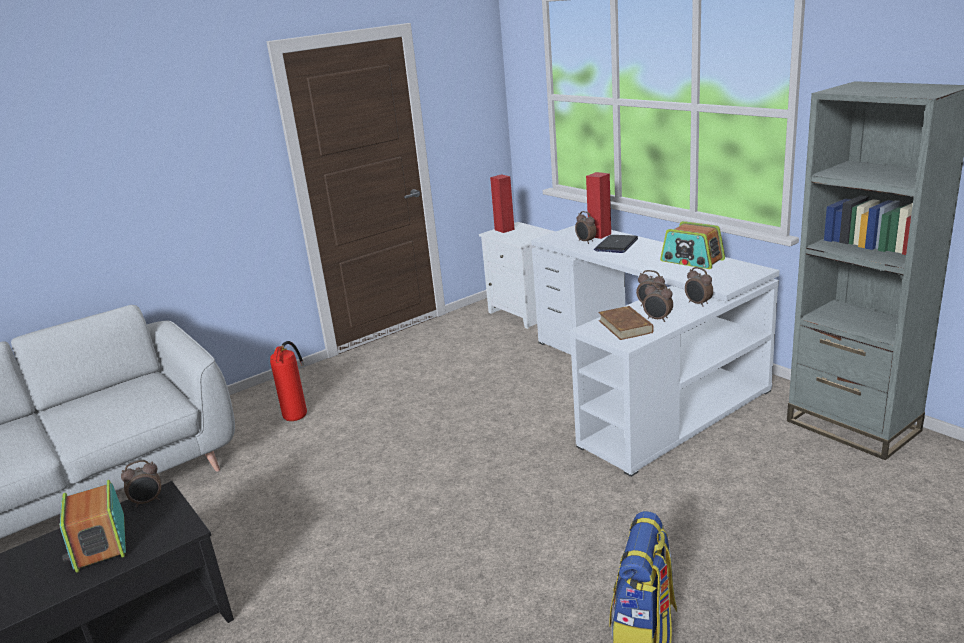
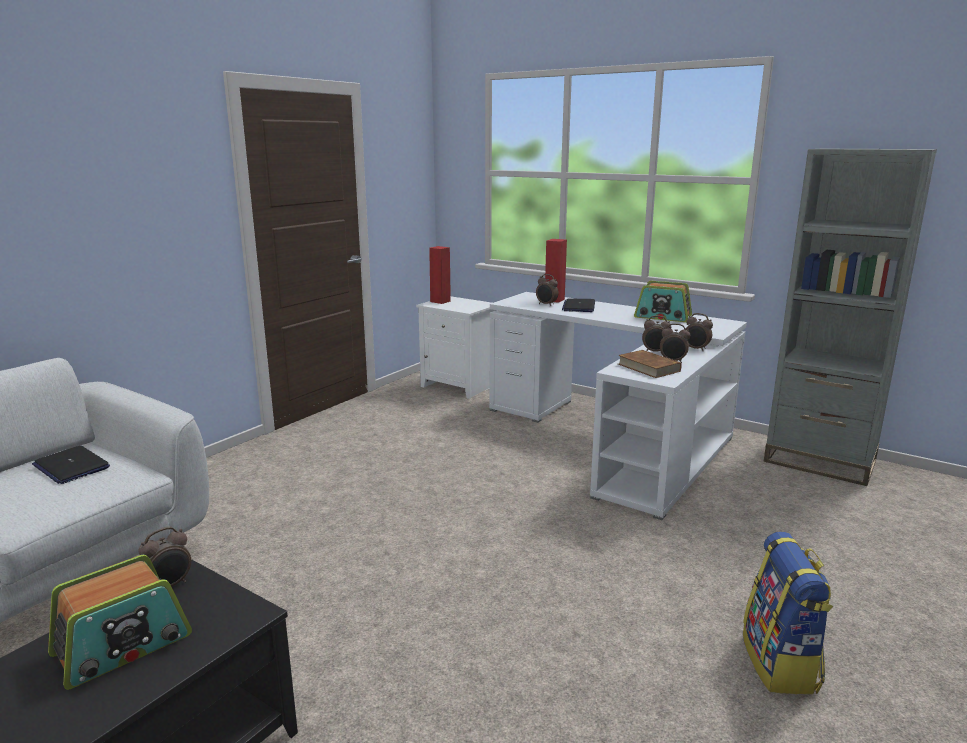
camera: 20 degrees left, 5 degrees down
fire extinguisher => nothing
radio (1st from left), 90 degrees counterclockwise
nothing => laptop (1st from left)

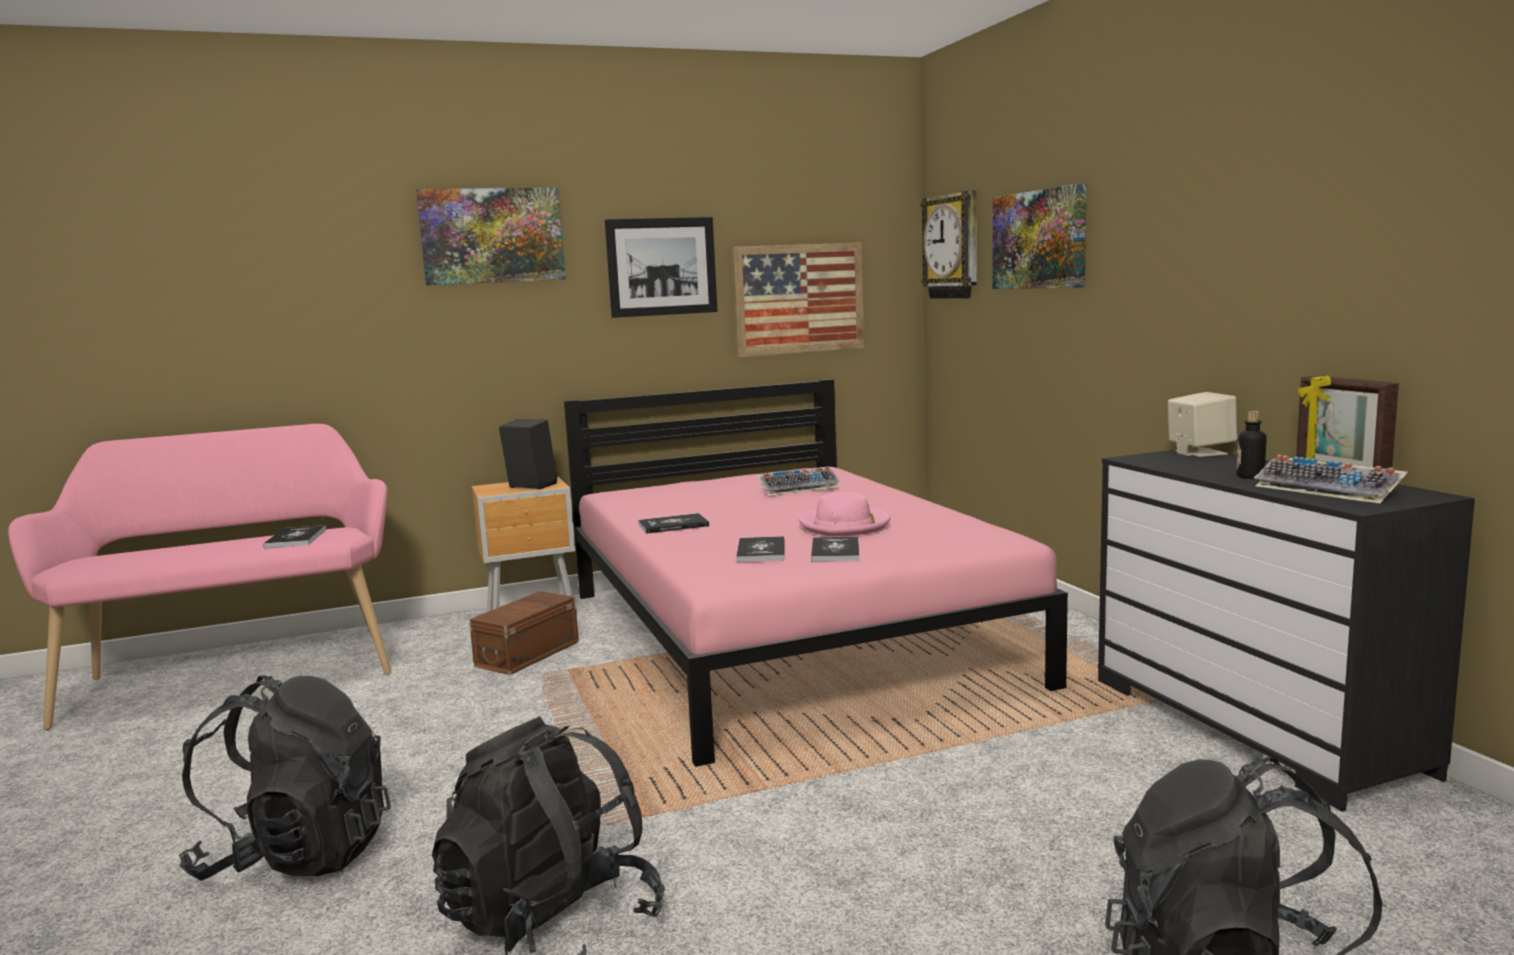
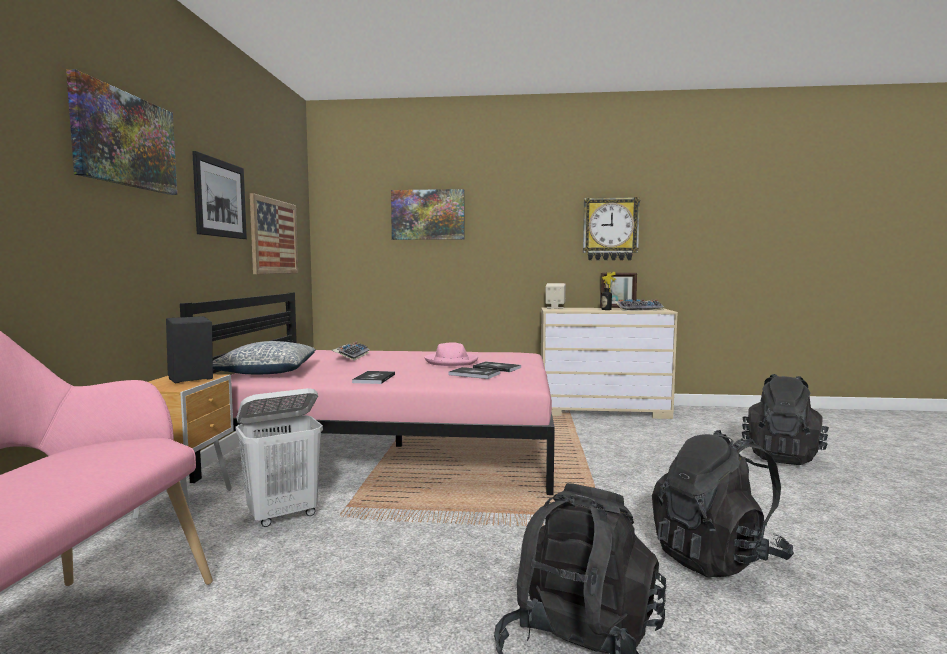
camera: 65 degrees left, 5 degrees down
wall clock, moved
black dresser => beige dresser
book (1st from left) => nothing
brown storage box => white laundry basket
nothing => pillow

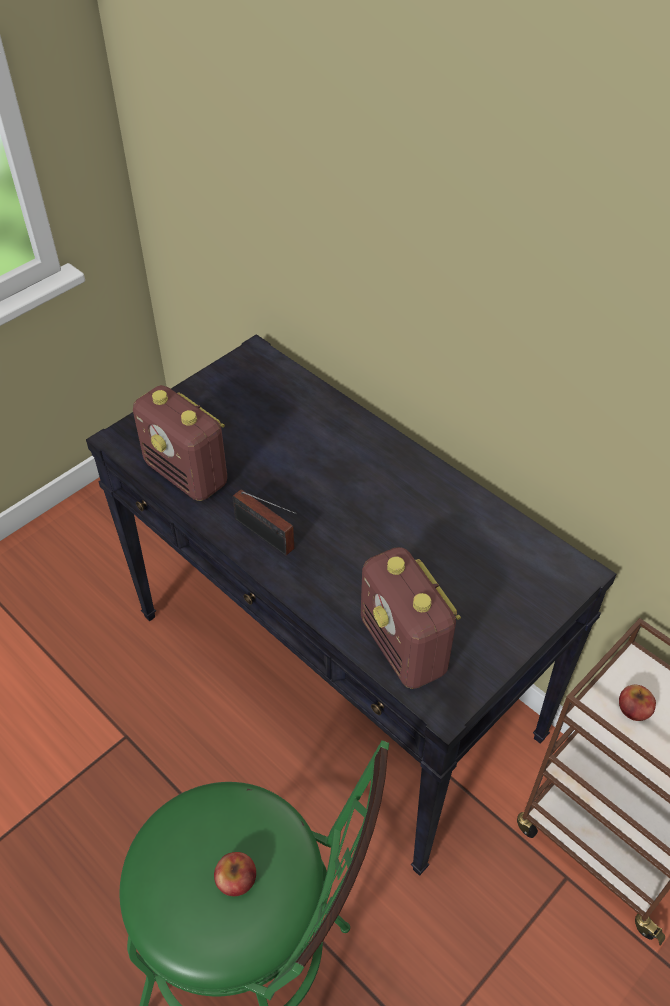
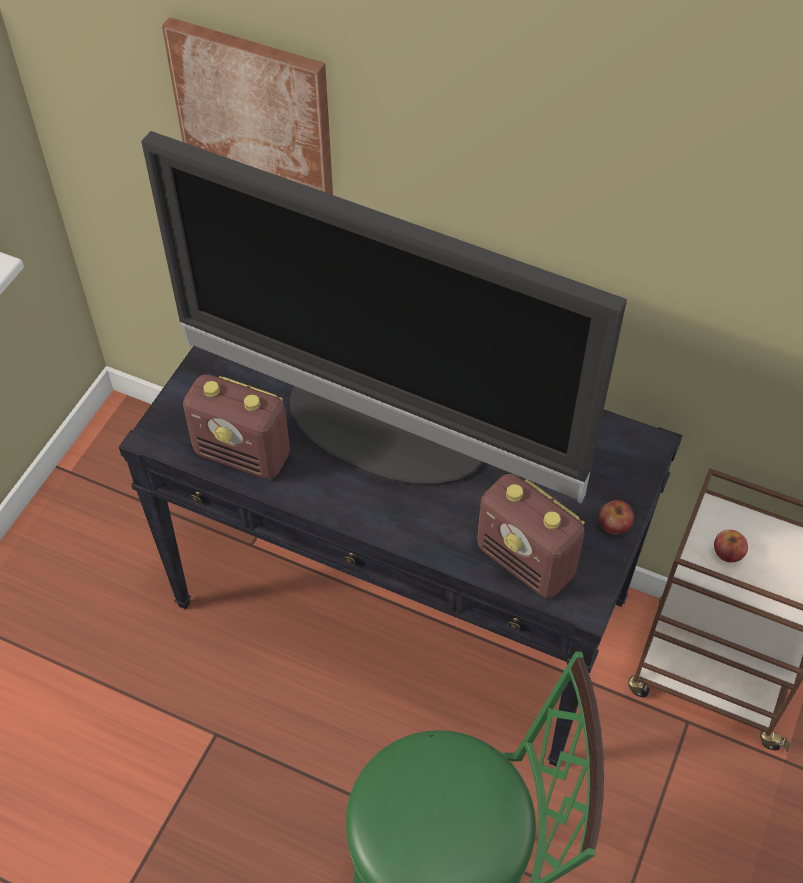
camera: 20 degrees left, 5 degrees up
radio (2nd from left) => nothing
apple (1st from left), moved
nothing => picture
nothing => television

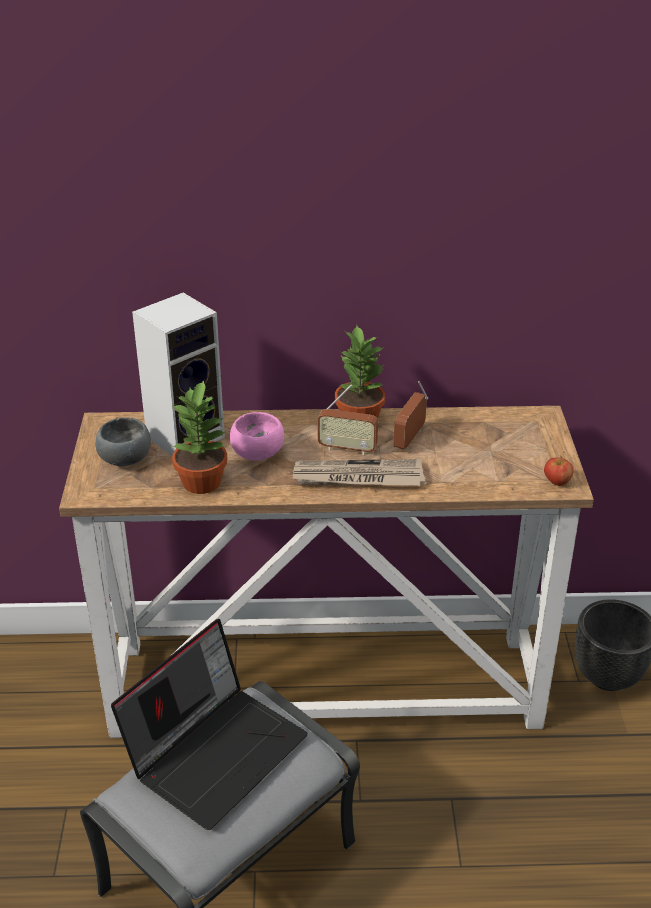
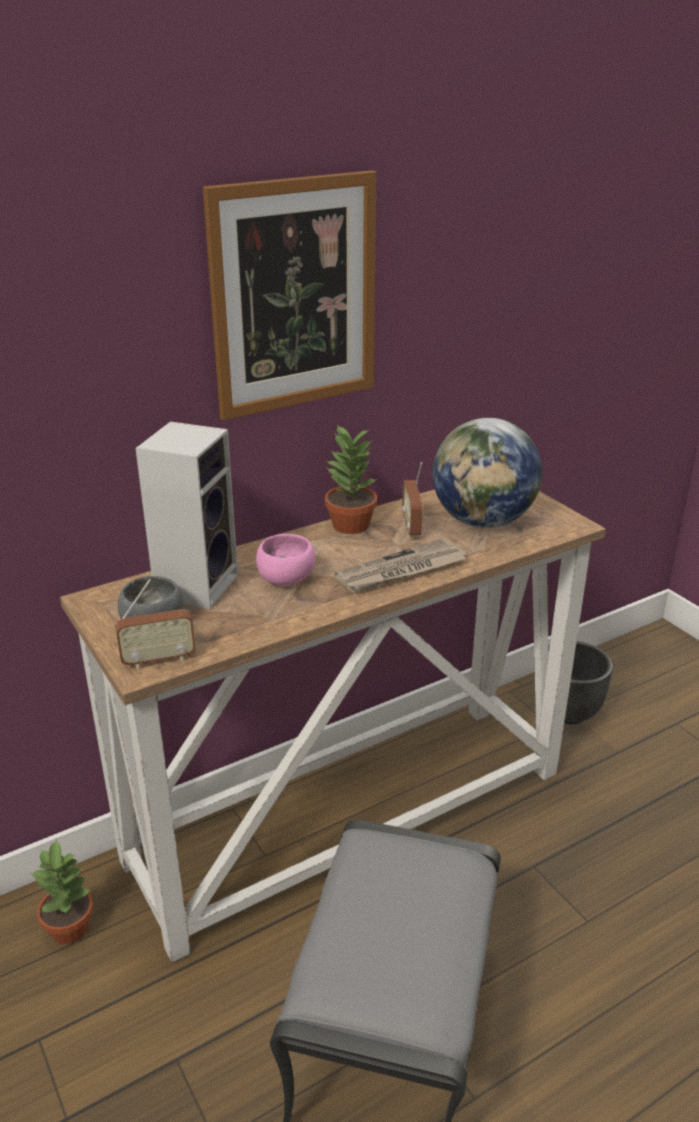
camera: 30 degrees left, 5 degrees down
potted plant (1st from left), moved
radio (1st from left), moved
apple => nothing
laptop => nothing
nothing => picture
nothing => globe

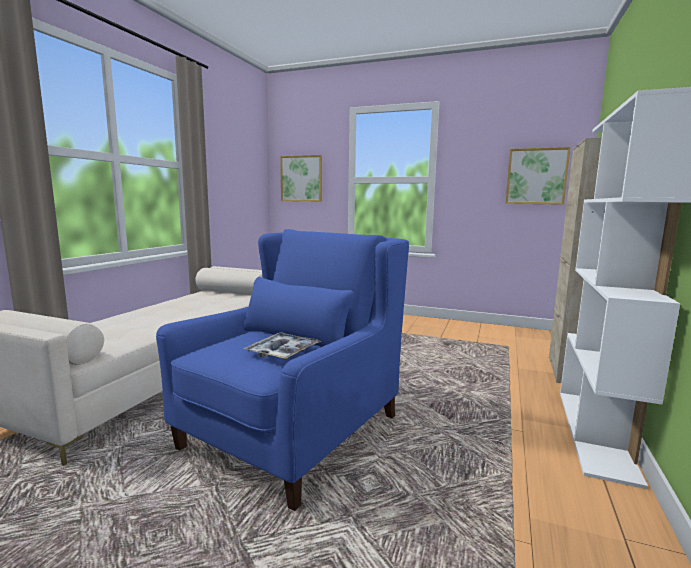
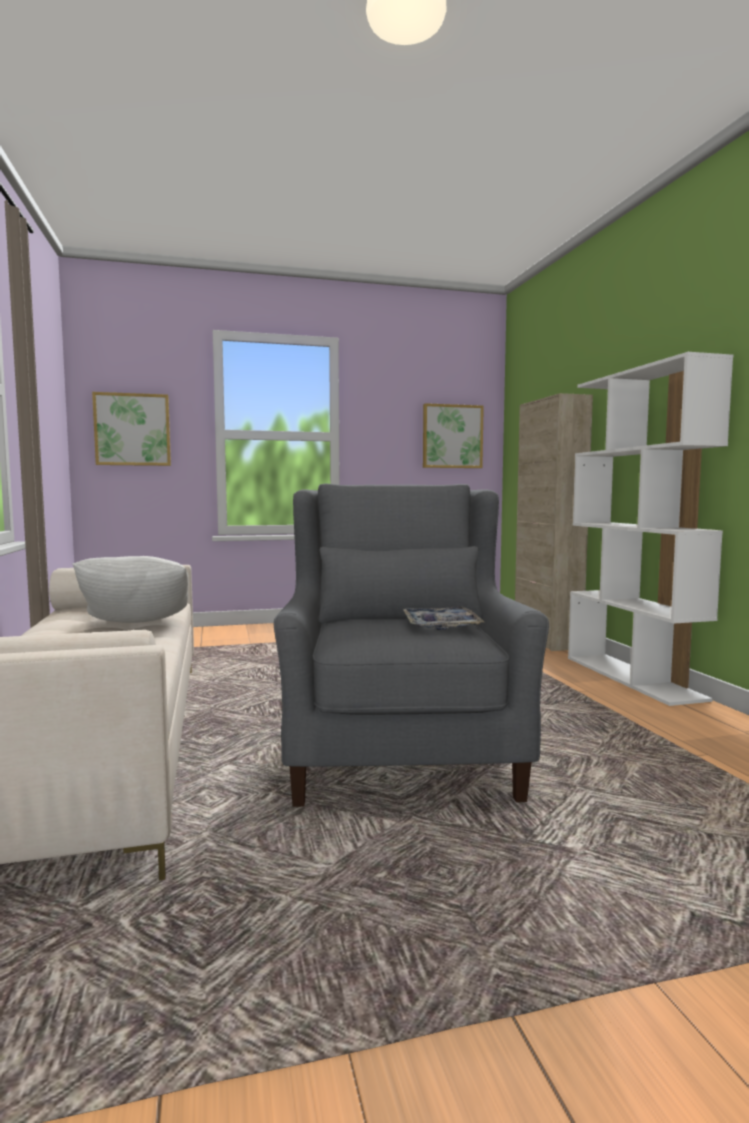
camera: 35 degrees left, 5 degrees down
blue armchair => grey armchair
nothing => white pillow

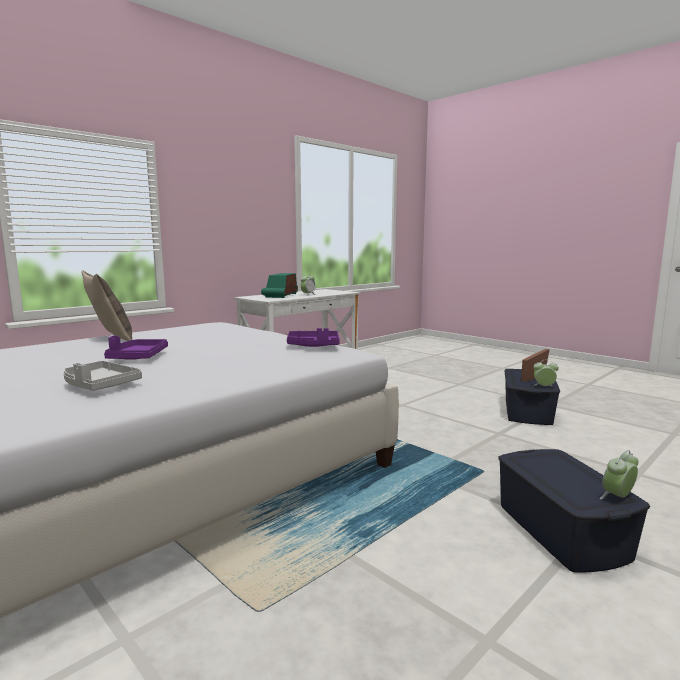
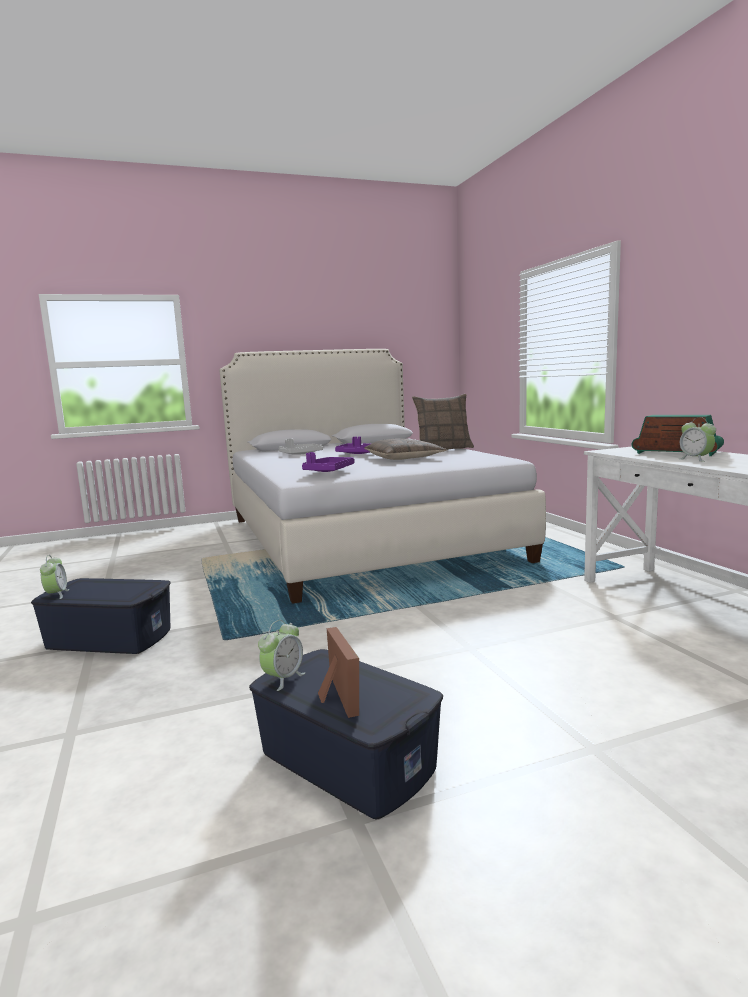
camera: 115 degrees right, 0 degrees up
nothing => pillow (1st from left)

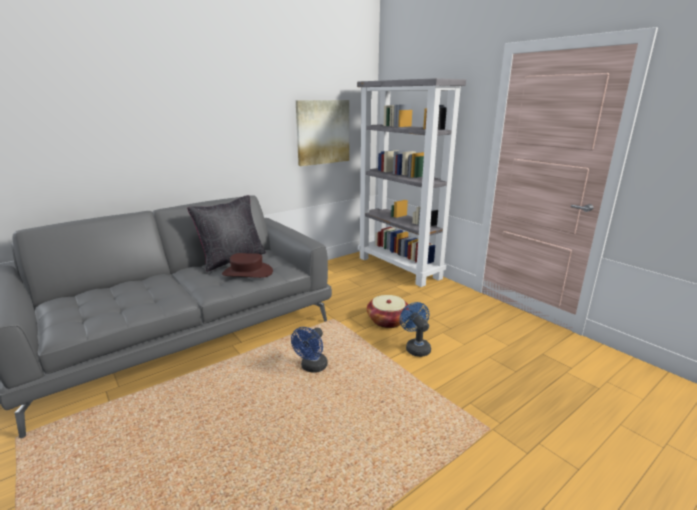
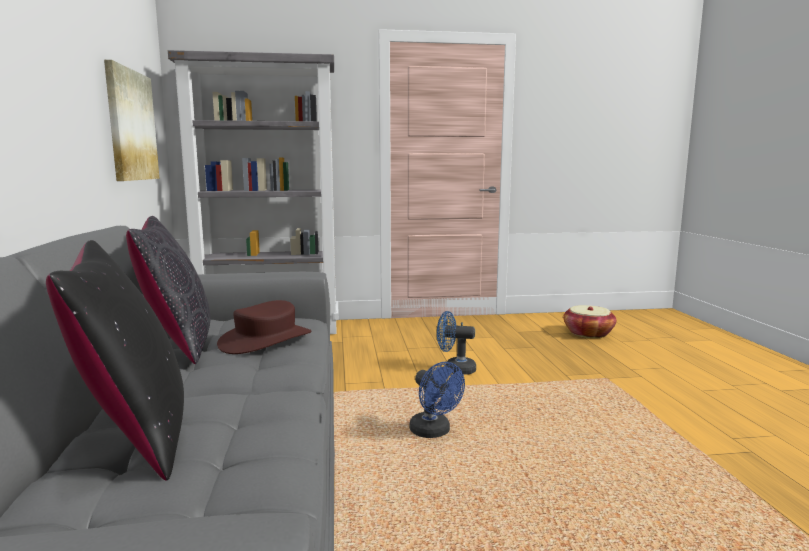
camera: 60 degrees left, 10 degrees down
basket, moved
nothing => black pillow (1st from left)

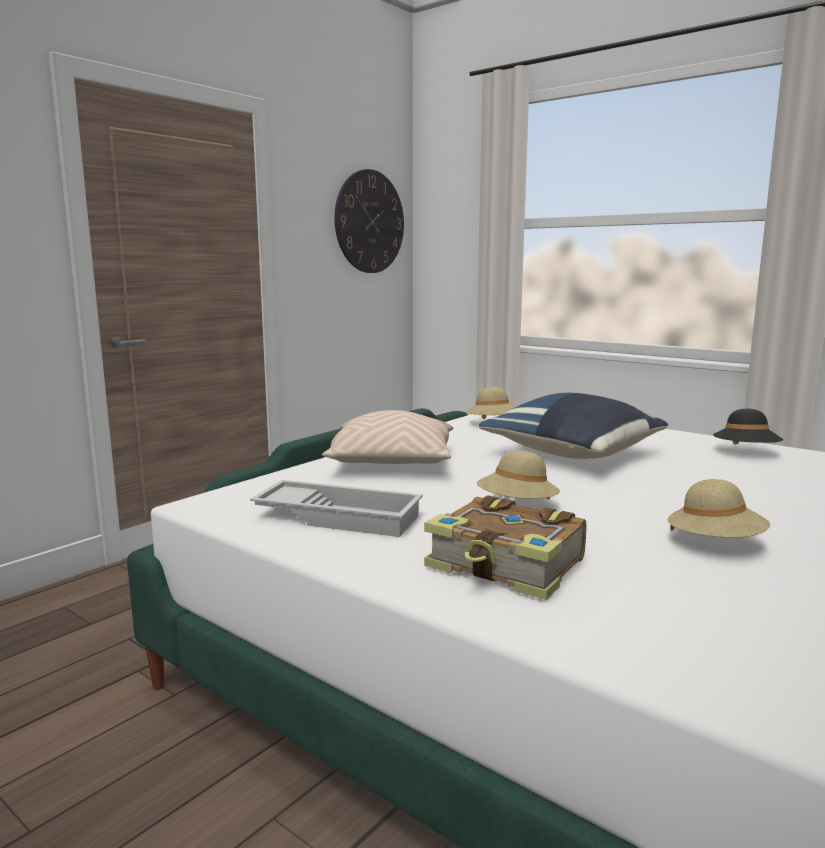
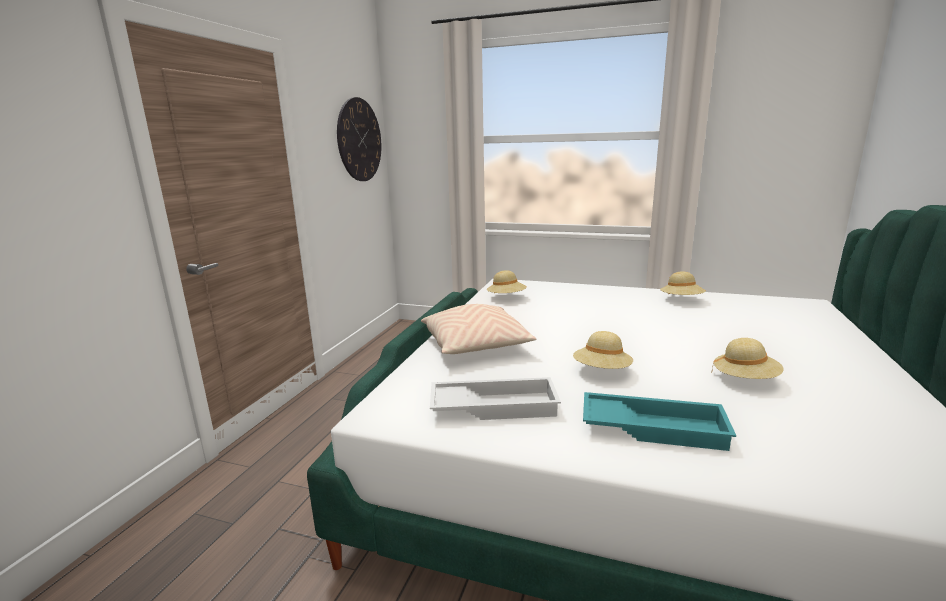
camera: 20 degrees left, 5 degrees up
blue pillow => nothing
black hat => beige hat (3rd from left)
book => turquoise tray

